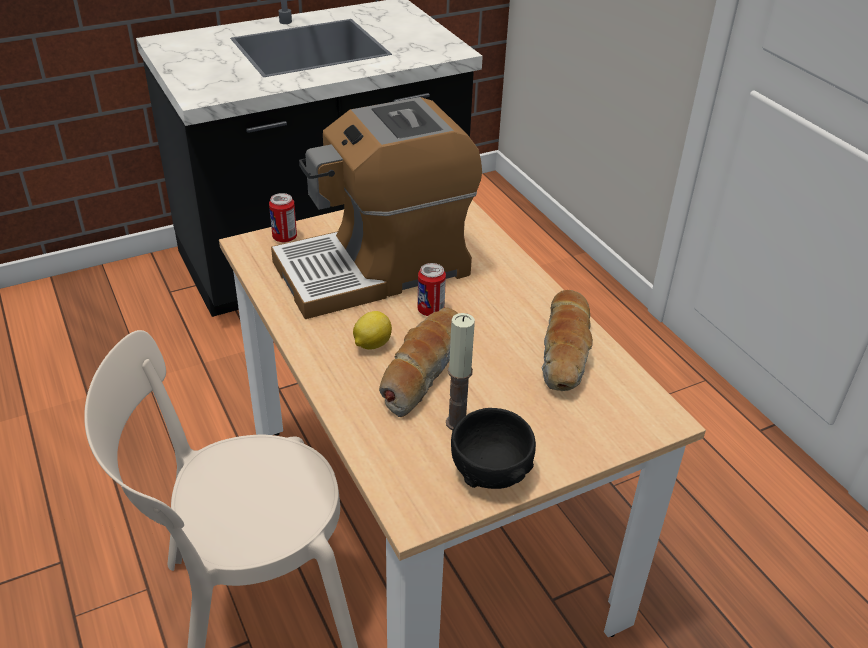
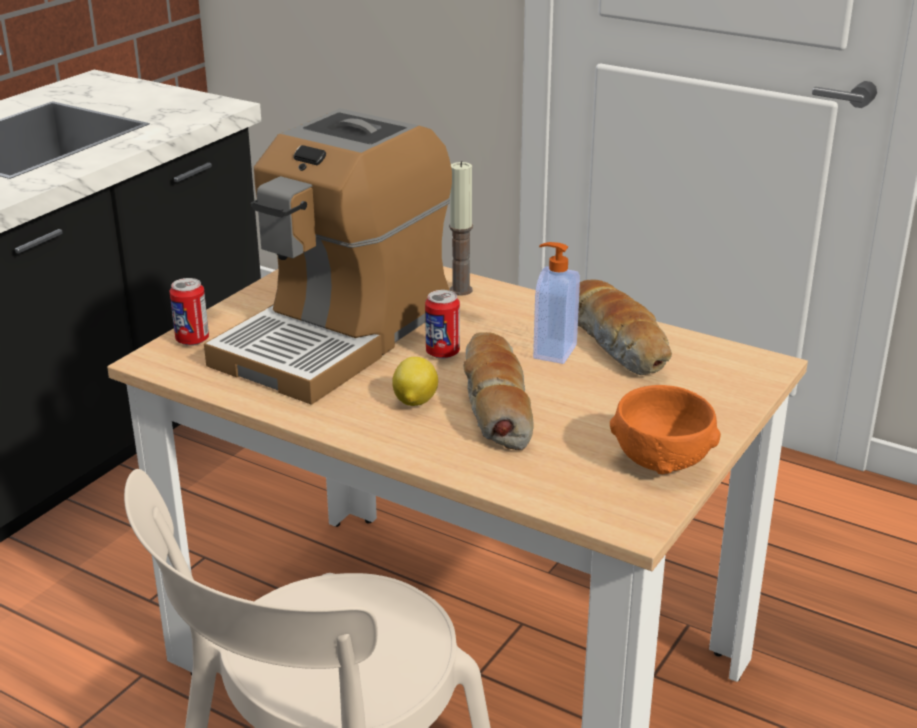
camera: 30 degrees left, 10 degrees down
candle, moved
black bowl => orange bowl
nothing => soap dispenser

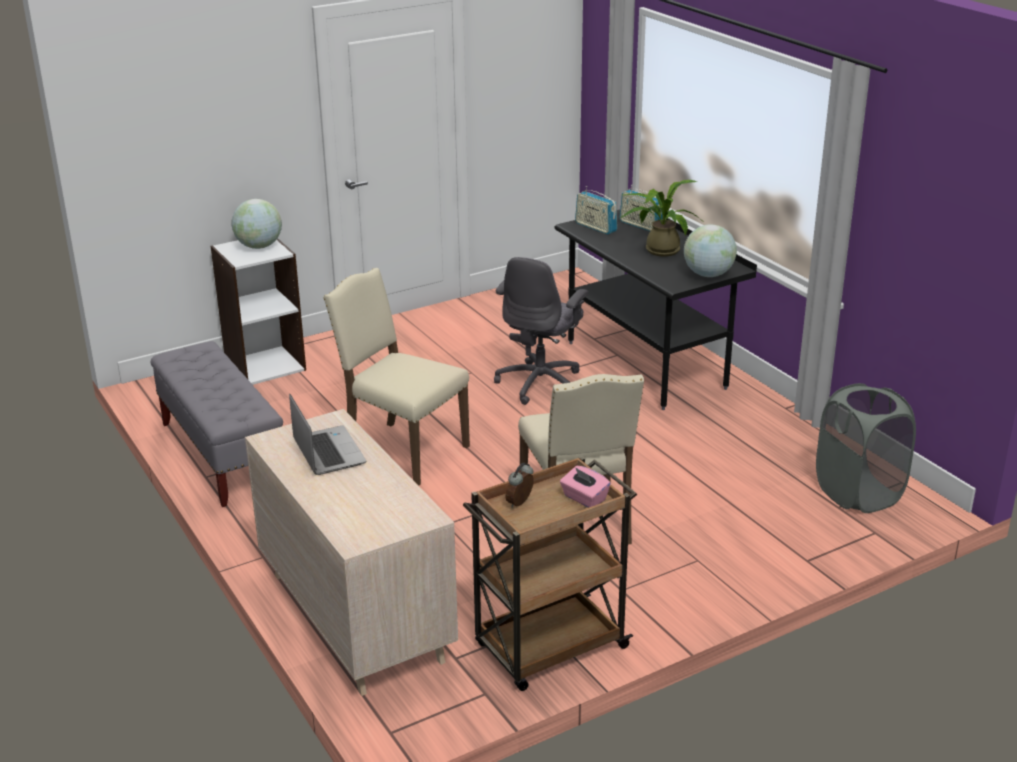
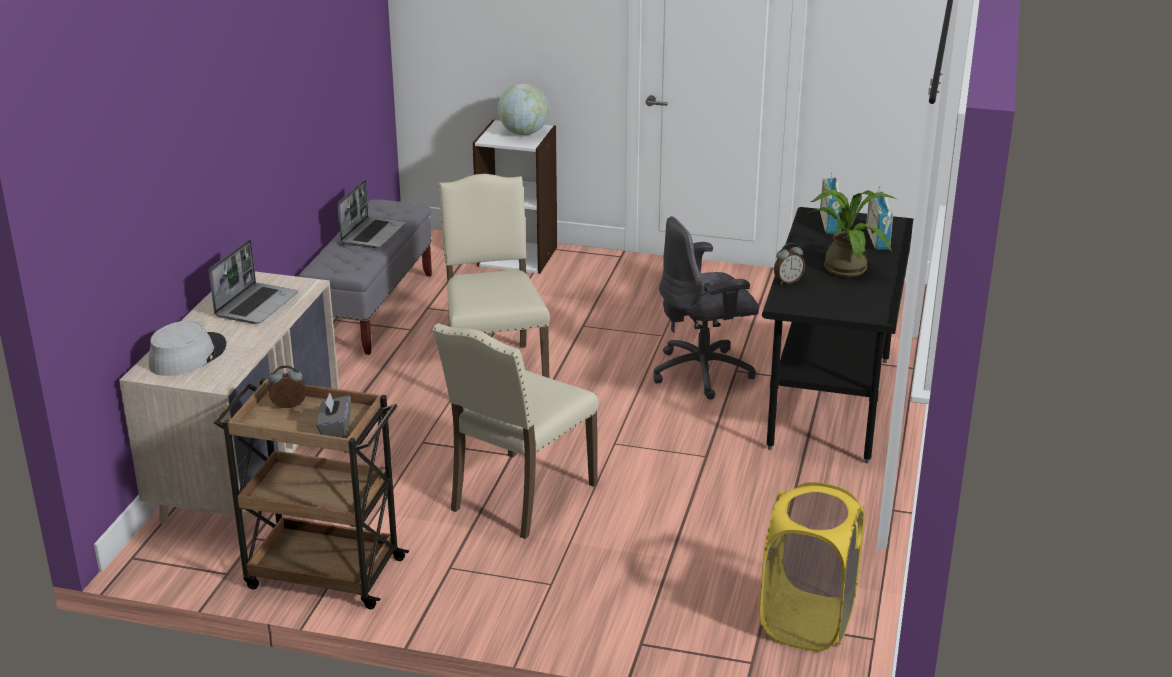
camera: 45 degrees right, 0 degrees up
globe (2nd from left) => nothing
grey laundry basket => yellow laundry basket
pink tissue box => grey tissue box
nothing => laptop (2nd from left)
nothing => alarm clock (2nd from left)
nothing => grey hat

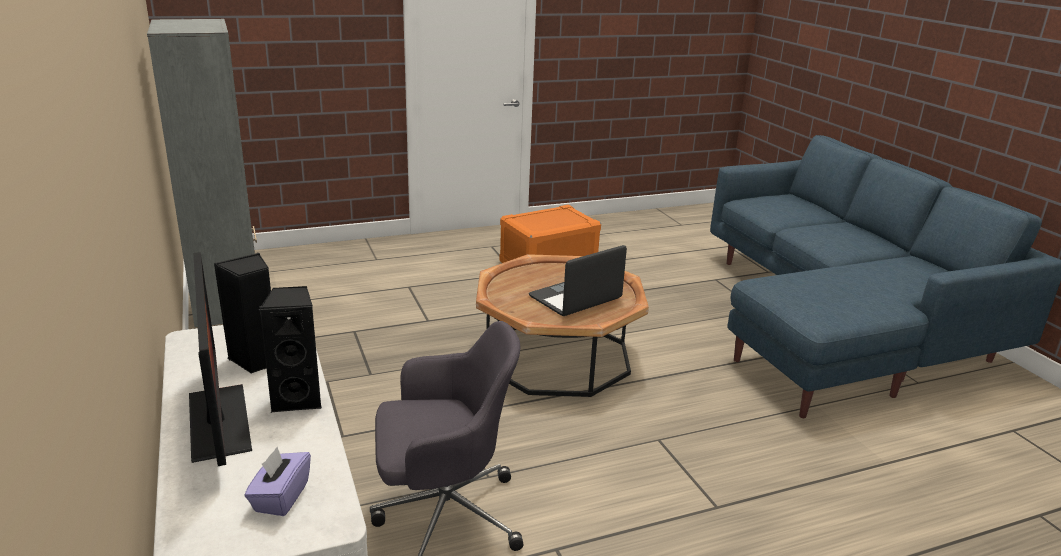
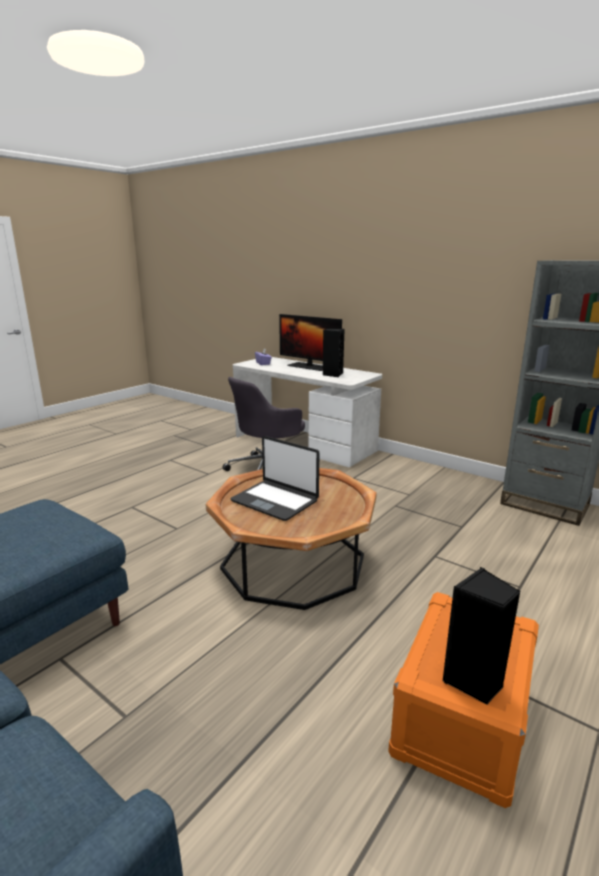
camera: 150 degrees right, 5 degrees down
laptop, 105 degrees clockwise
black speaker (2nd from left), moved

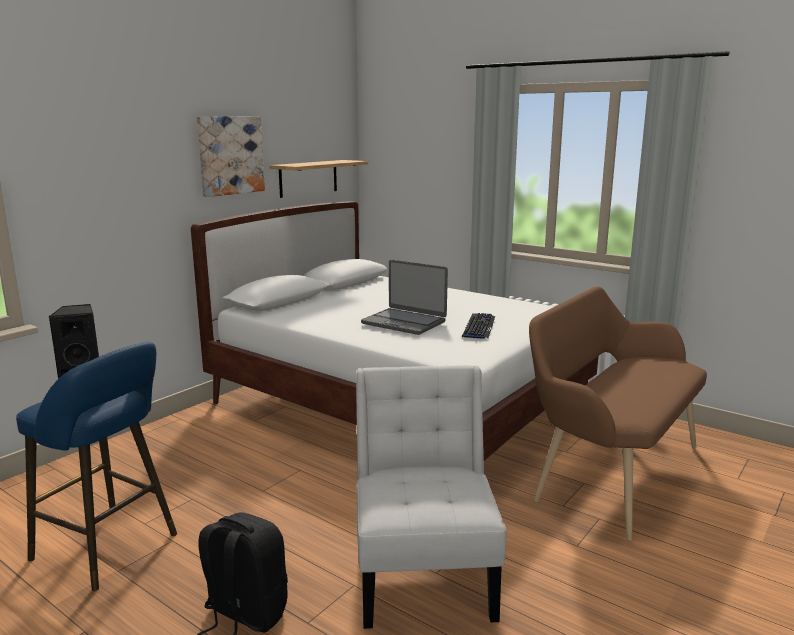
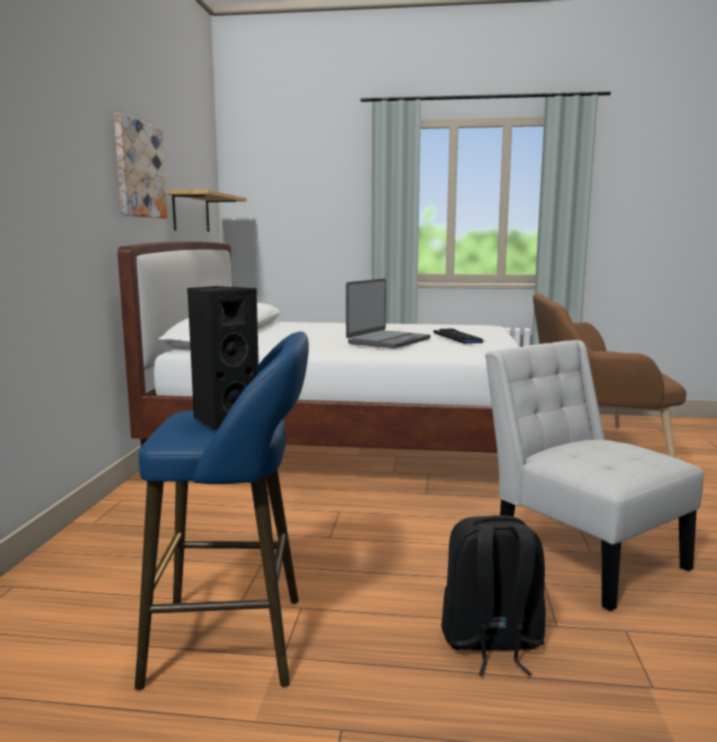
camera: 30 degrees left, 5 degrees down
laptop, 60 degrees counterclockwise

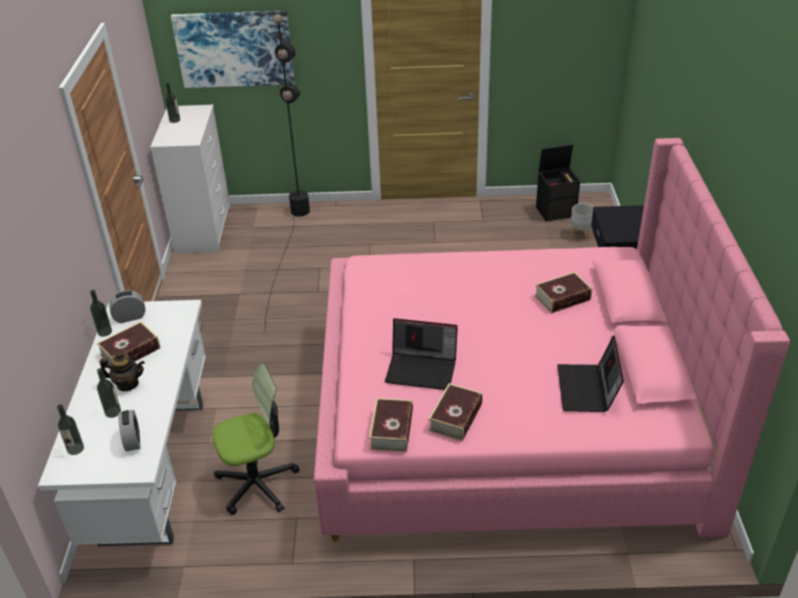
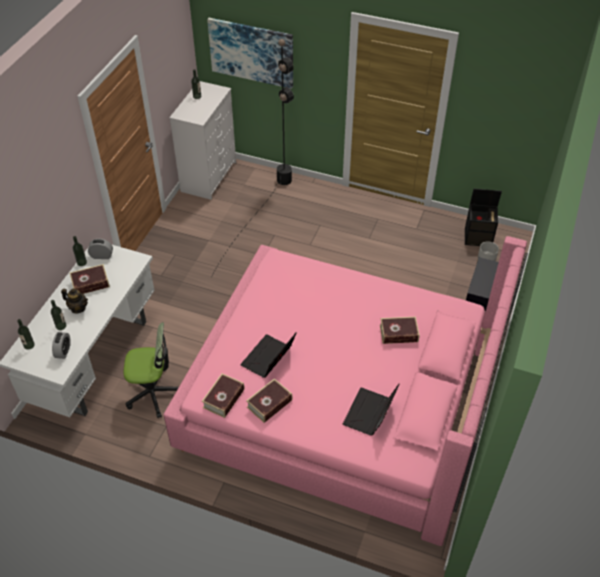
camera: 20 degrees right, 10 degrees up
laptop (1st from left), 90 degrees clockwise

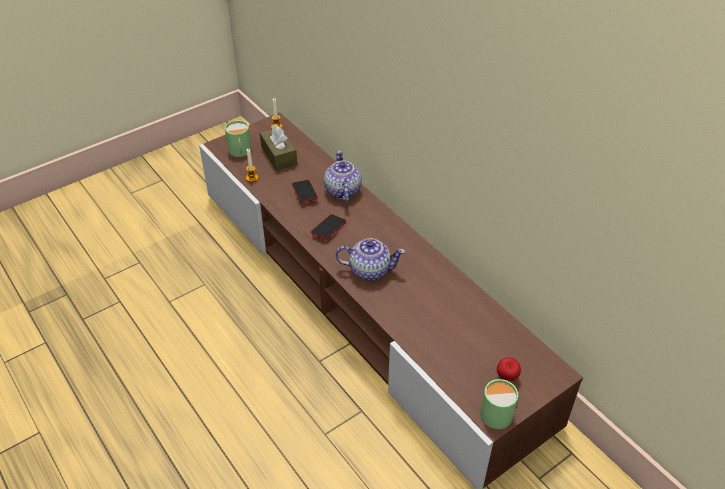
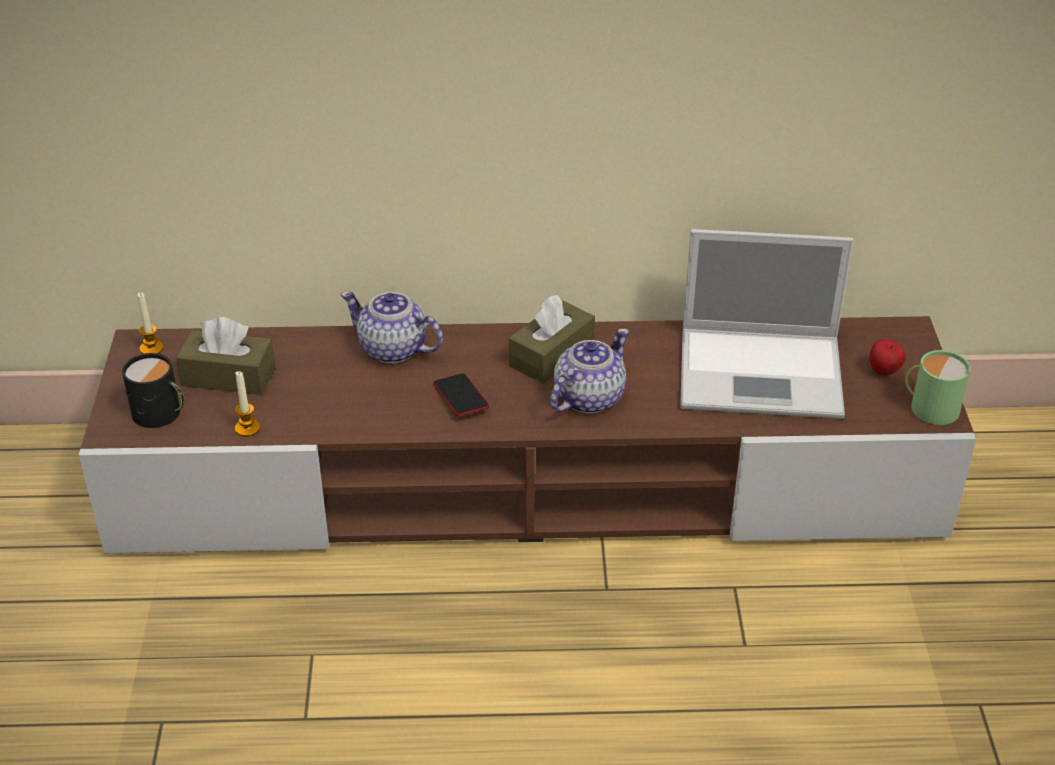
camera: 55 degrees left, 5 degrees down
green mug (1st from left) => black mug
phone (1st from left) => nothing
nothing => laptop
nothing => brown tissue box (2nd from left)

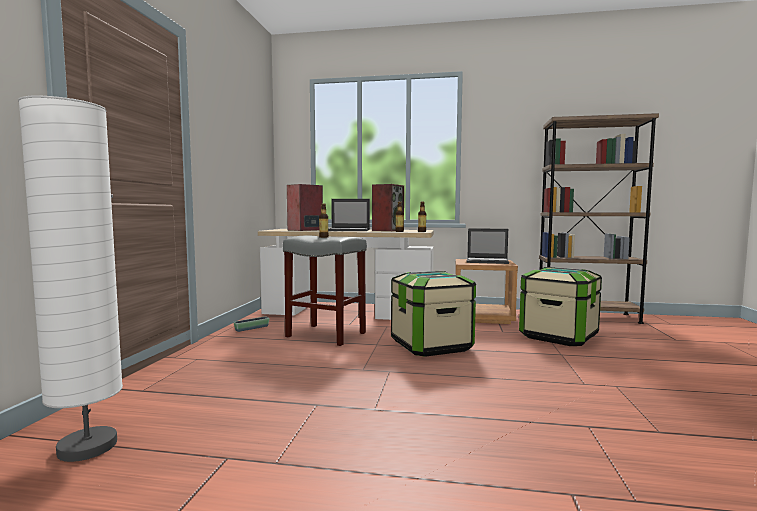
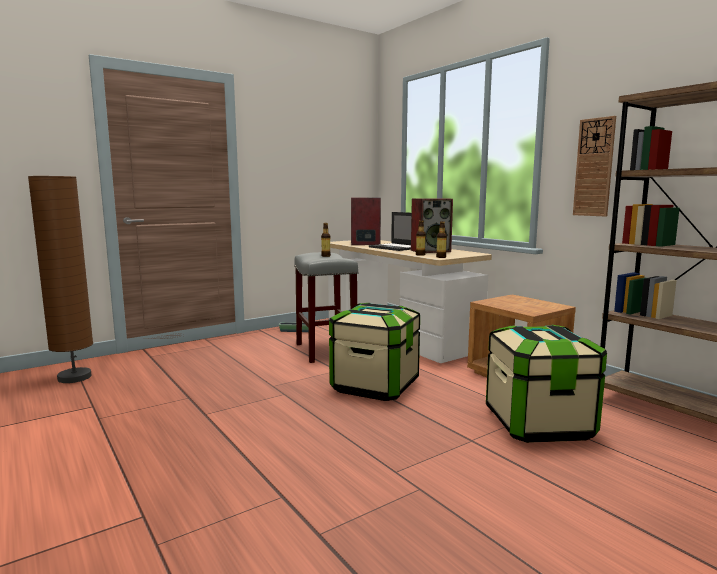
camera: 45 degrees right, 5 degrees up
white floor lamp => brown floor lamp
laptop (2nd from left) => nothing
nothing => wall clock

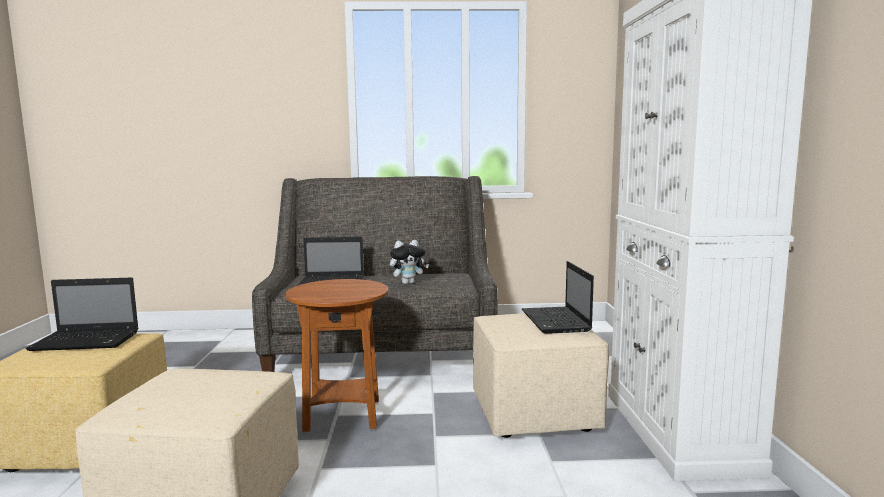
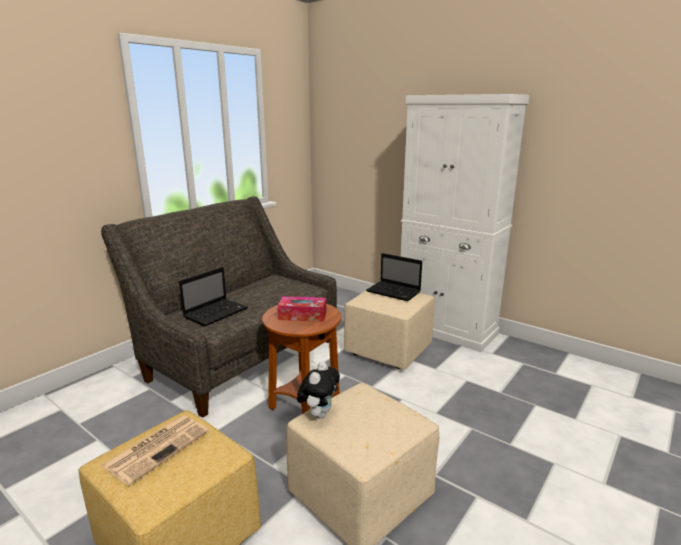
camera: 50 degrees left, 10 degrees up
plush toy, moved
laptop (1st from left) => newspaper
nothing => tissue box

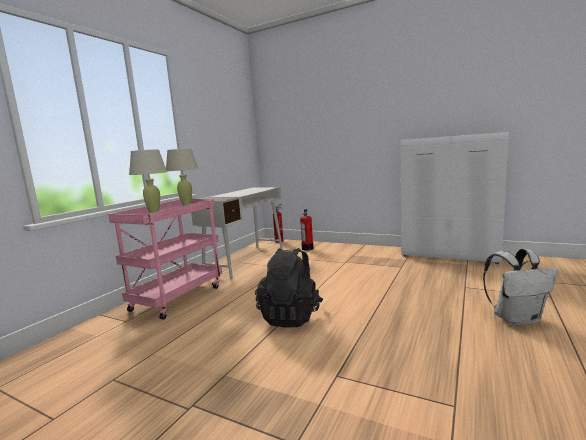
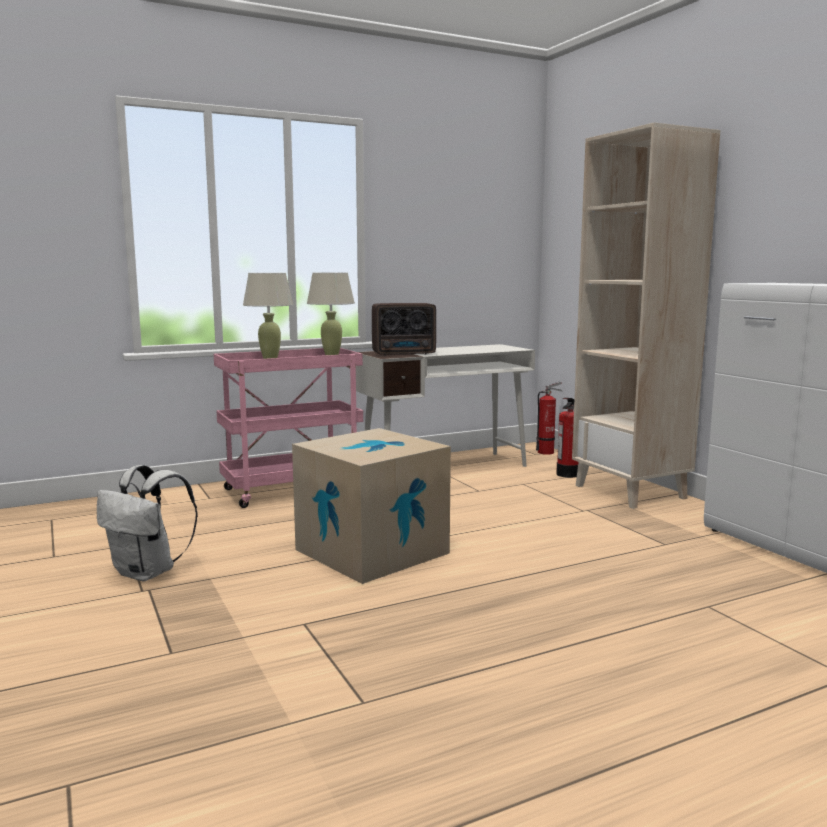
camera: 35 degrees right, 0 degrees up
black backpack => cardboard box
white backpack, moved
nothing => beige bookcase
nothing => radio

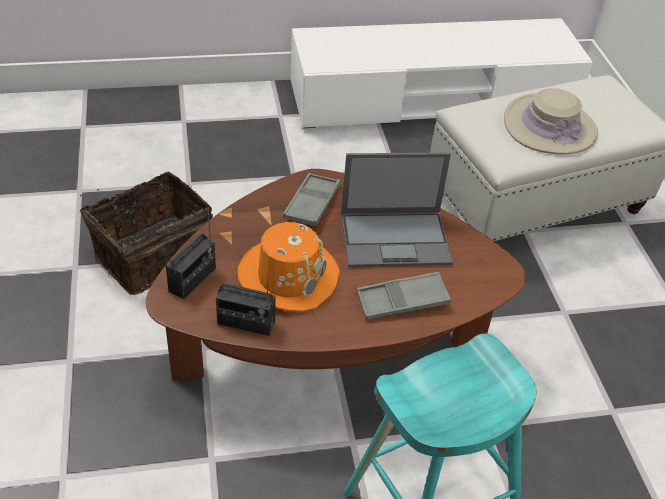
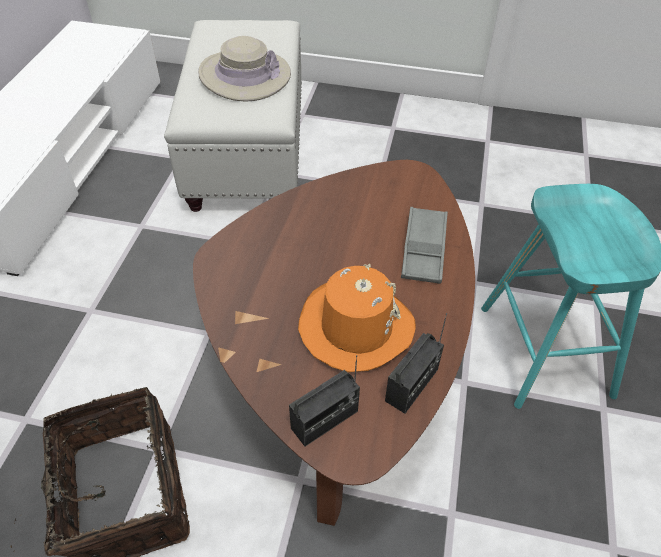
camera: 65 degrees left, 5 degrees up
laptop => nothing
grey tray (1st from left) => nothing
radio (1st from left), 90 degrees clockwise

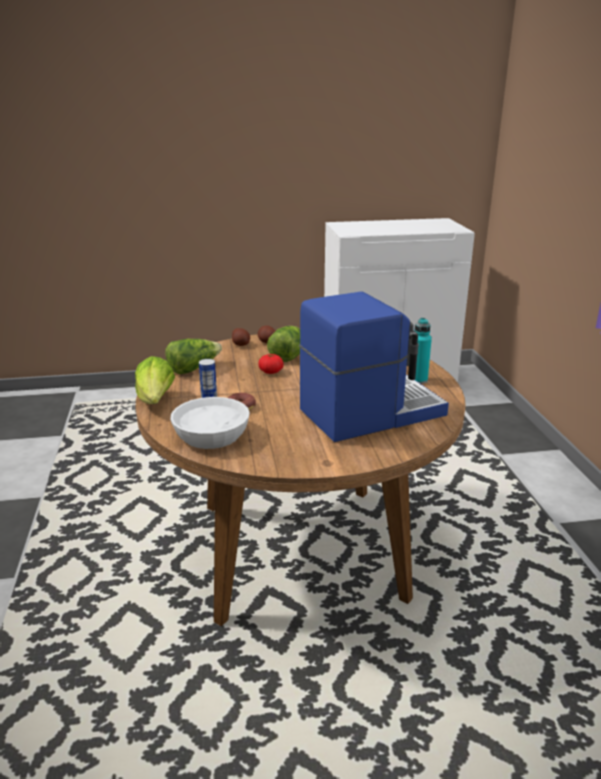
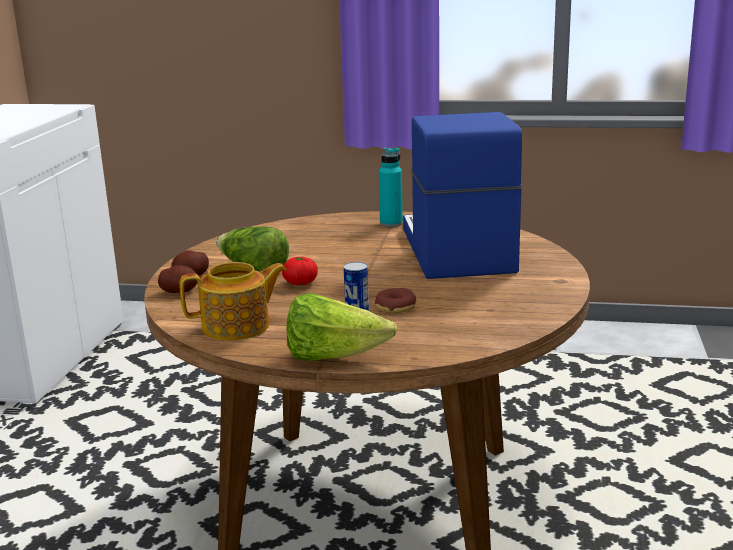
camera: 70 degrees left, 5 degrees down
lettuce (2nd from left) => teapot
white bowl => nothing

